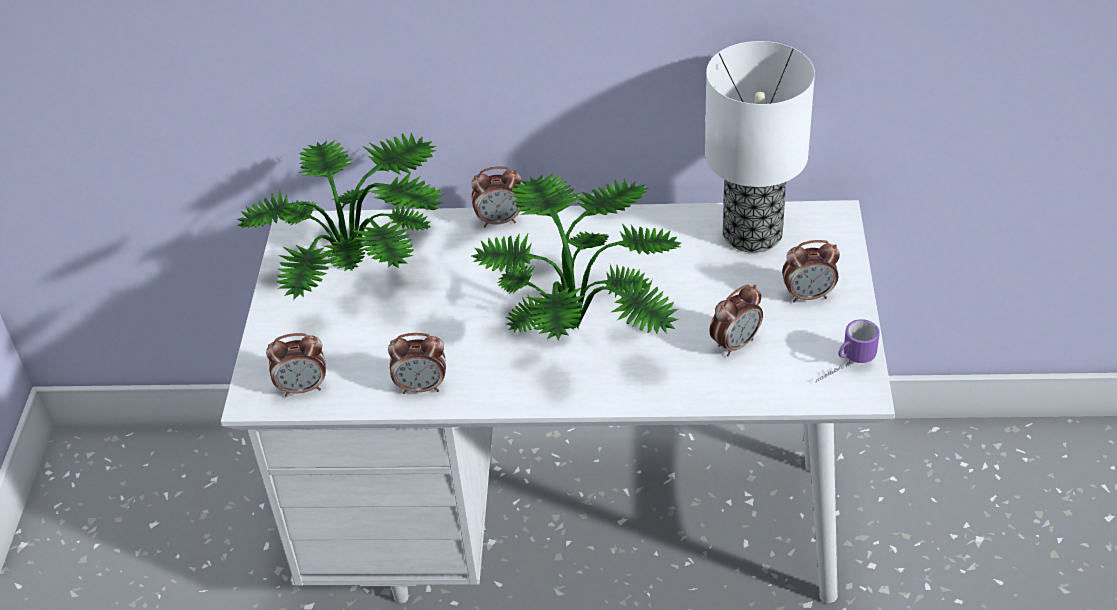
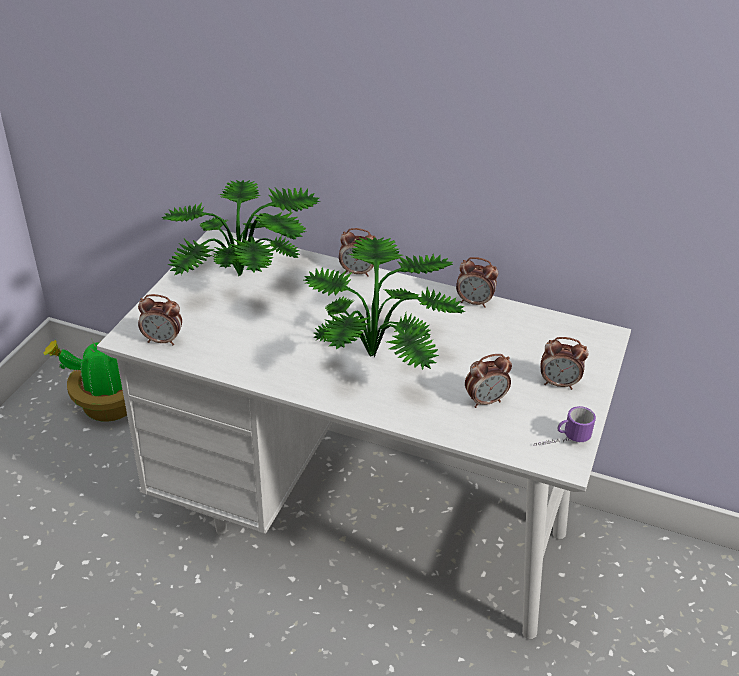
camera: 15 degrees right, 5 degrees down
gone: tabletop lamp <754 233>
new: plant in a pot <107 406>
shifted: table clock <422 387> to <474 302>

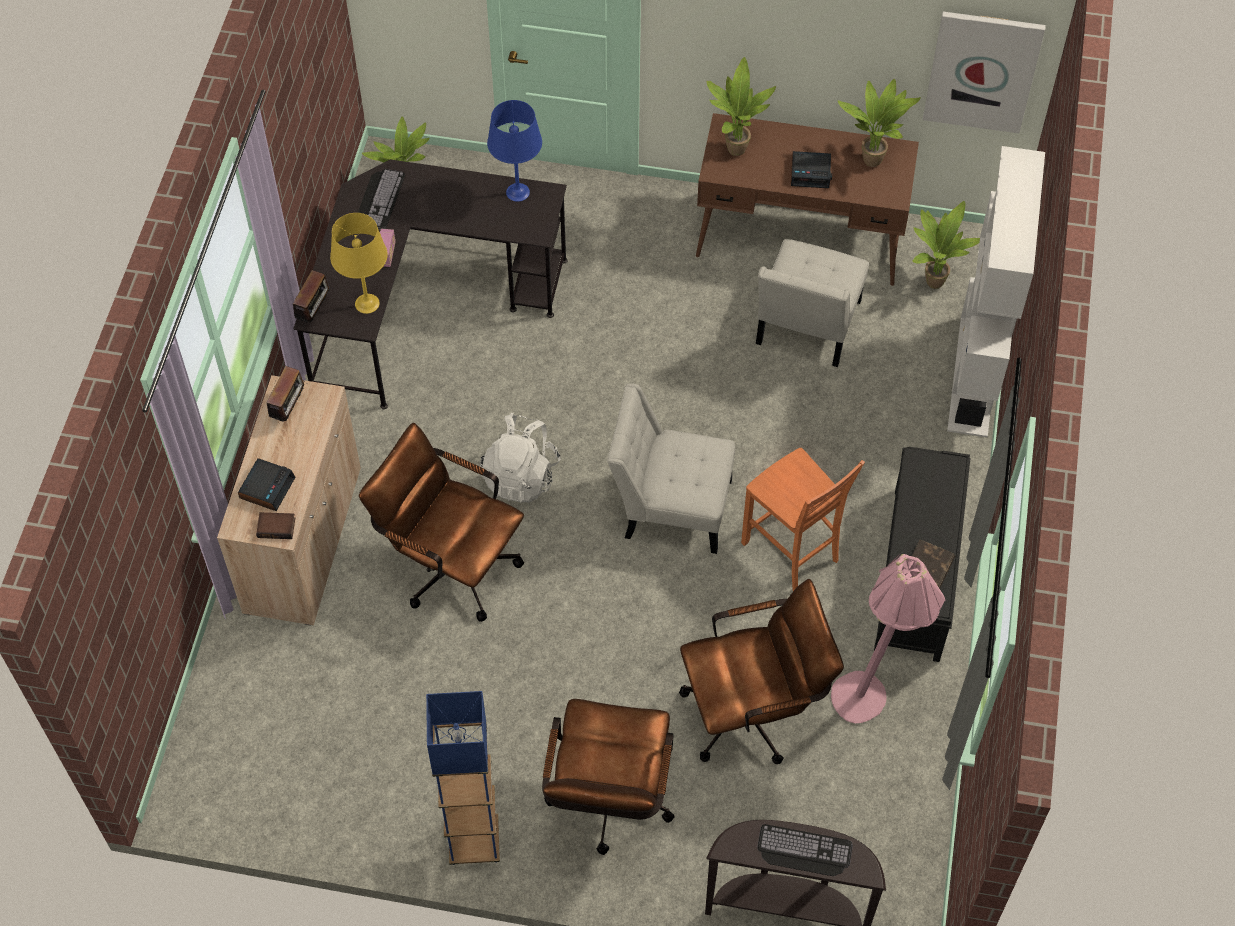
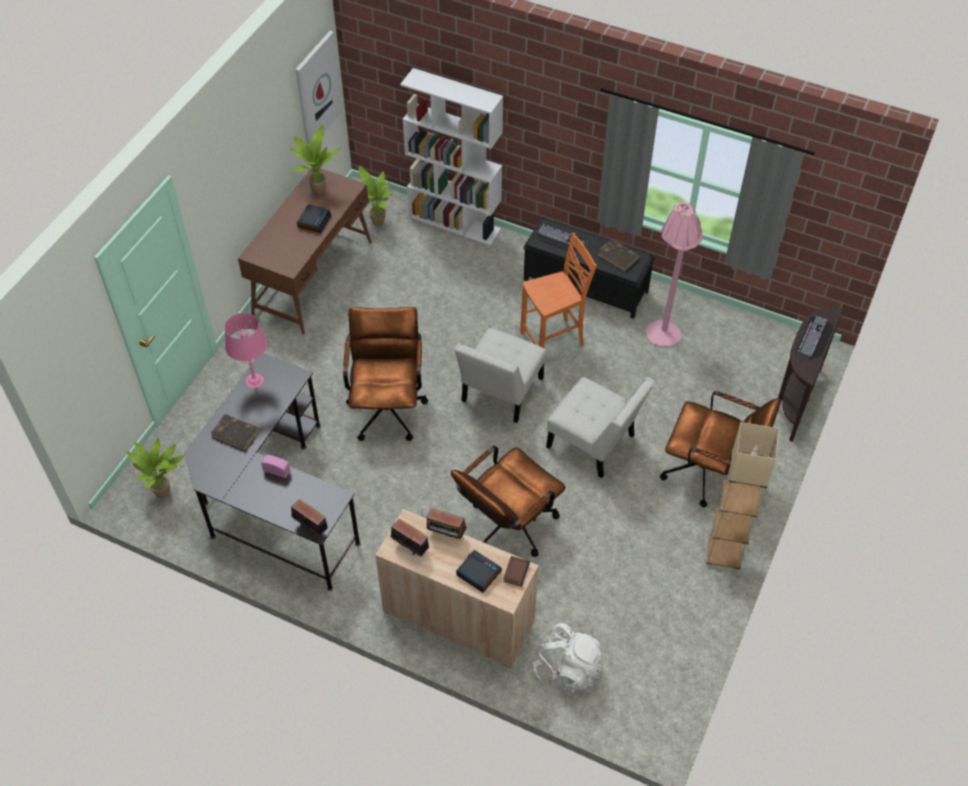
camera: 75 degrees left, 5 degrees down
gone: yellow-coloured tabletop lamp <367 303>; plant in a pot <733 149>
new: brown volume <236 433>; radio <446 534>
shifted: computer keyboard <379 198> to <559 240>; whitish knapsack <521 476> to <568 668>; brown desk chair <753 712> to <387 406>; whitish plain chair <806 328> to <594 444>
repainted: blue-coloured standard lamp <474 842> to beige standard lamp <723 554>; blue-coloured tabletop lamp <518 192> to pink-coloured tabletop lamp <255 381>

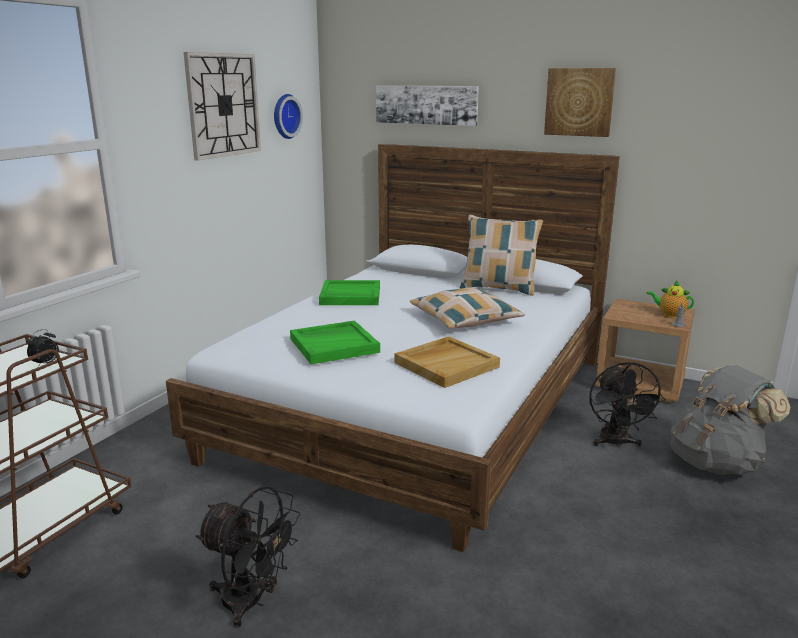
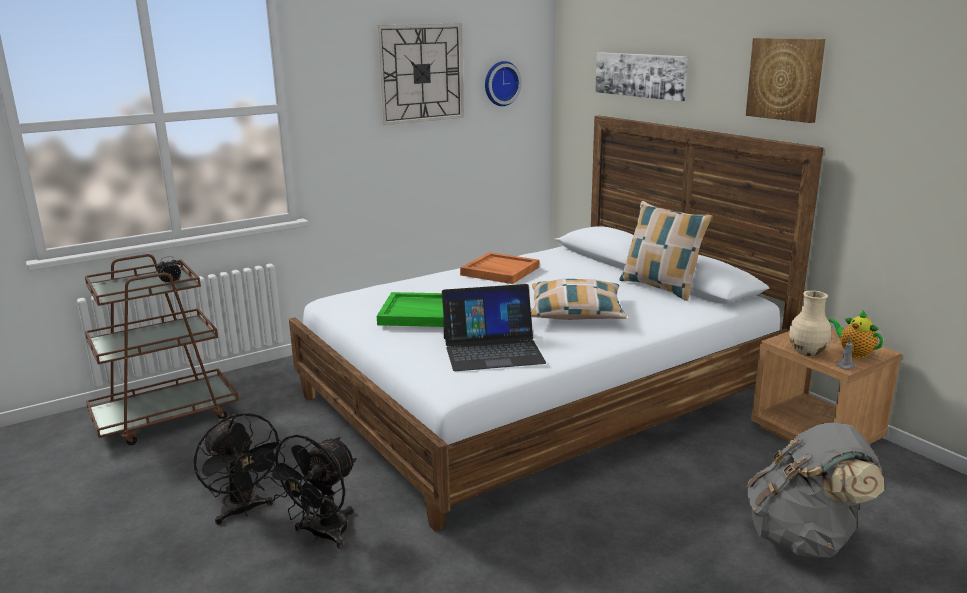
camera: 30 degrees right, 0 degrees up
new: beige decorative vase <807 352>
shifted: black-coloured electric fan <616 443> to <321 535>
swapped: beige carrying tray <446 364> to portable computer <492 350>
repainted: greenish carrying tray <350 296> to orange-coloured carrying tray <499 271>

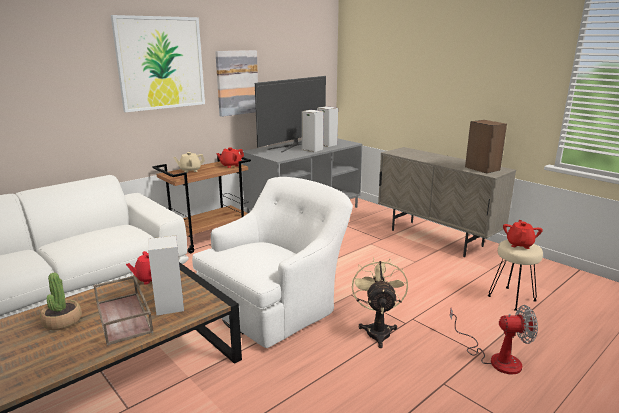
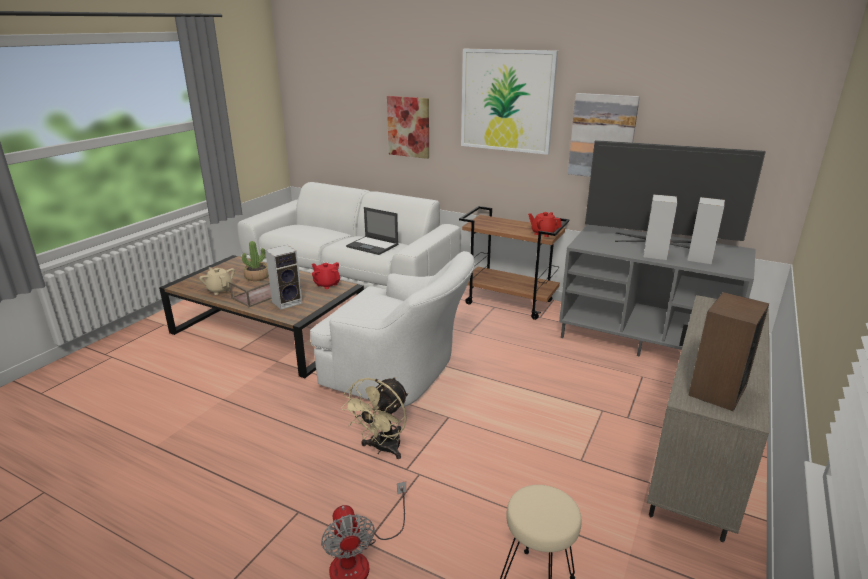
camera: 70 degrees right, 5 degrees up
gone: red pot for tea <519 244>
new: portable computer <373 246>; picture <408 127>
shifted: beige pot for tea <190 170> to <220 290>
rotated: beige electric fan <378 330> = <382 449> 135 degrees clockwise

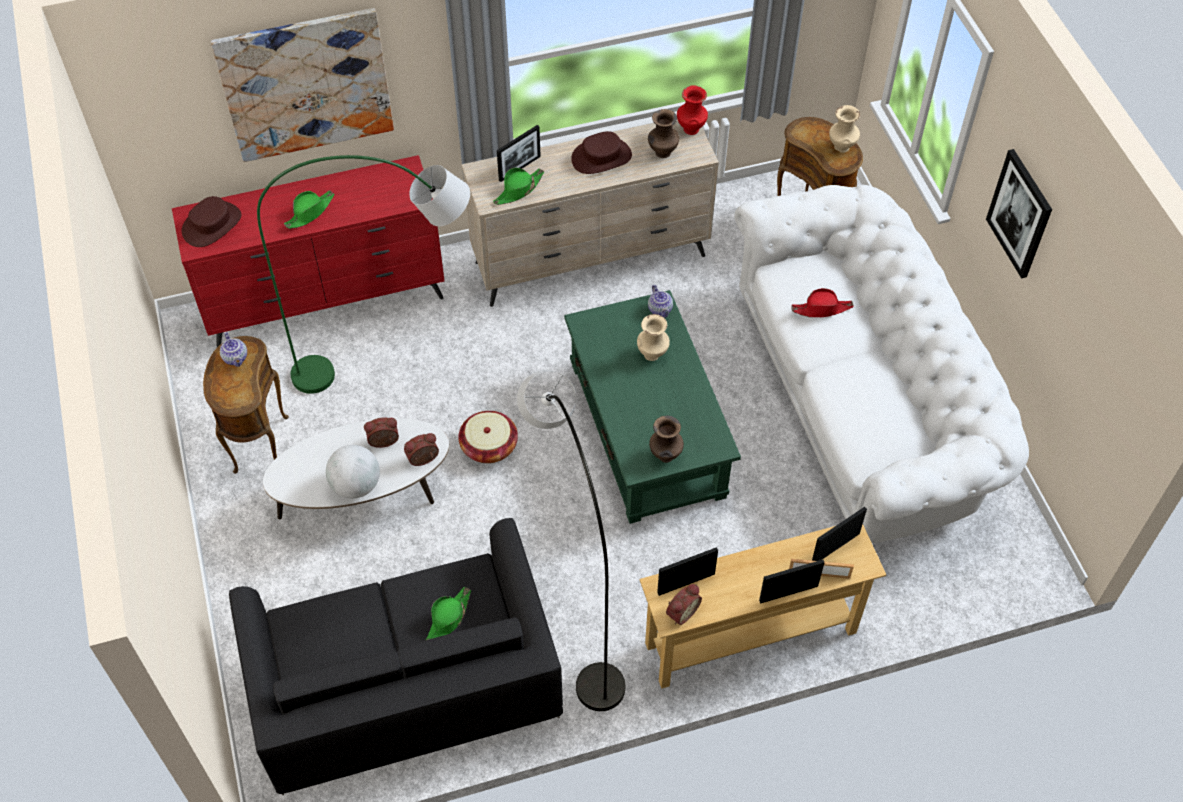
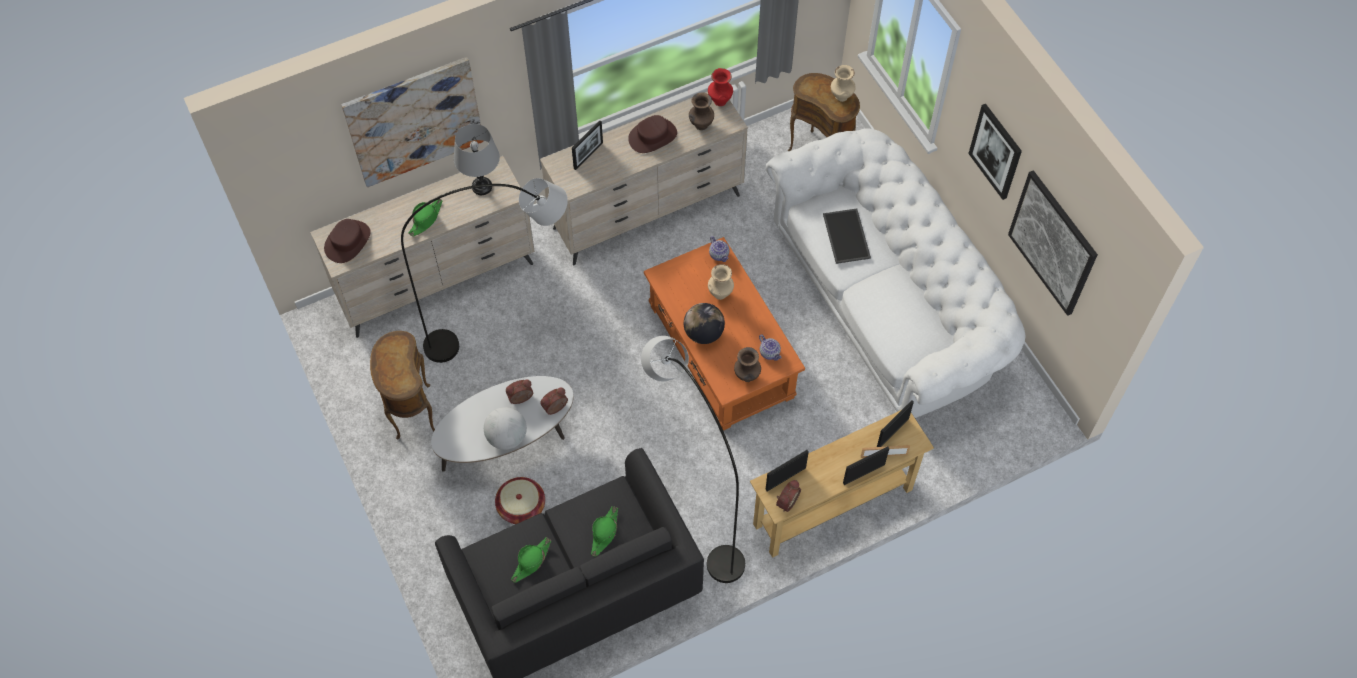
camera: 10 degrees left, 5 degrees up
new: grey tabletop lamp <482 187>; desk globe <703 333>; picture <1052 243>
shifted: pot for tea <236 358> to <770 353>; storage basket <489 446> to <521 506>; greenish wearable hat <518 190> to <531 561>
swapped: red wearable hat <822 309> to carrying tray <847 236>
repainted: red drawer chest <327 302> to beige drawer chest <437 281>; greenish standard lamp <394 365> to grey standard lamp <506 328>; greenish lounge table <646 430> to orange-coloured lounge table <721 352>

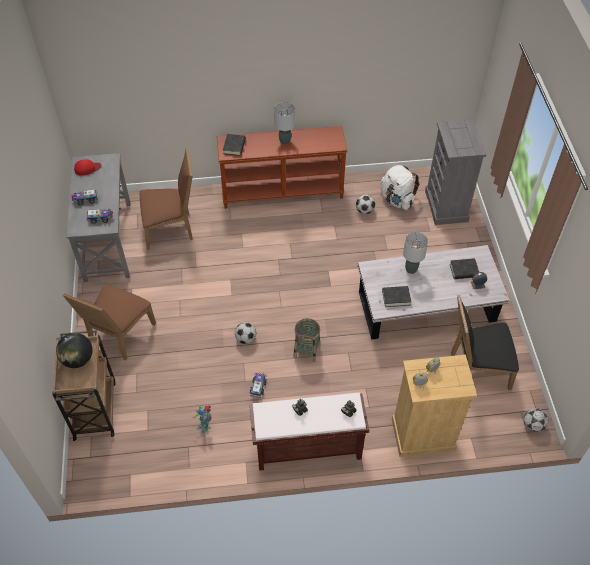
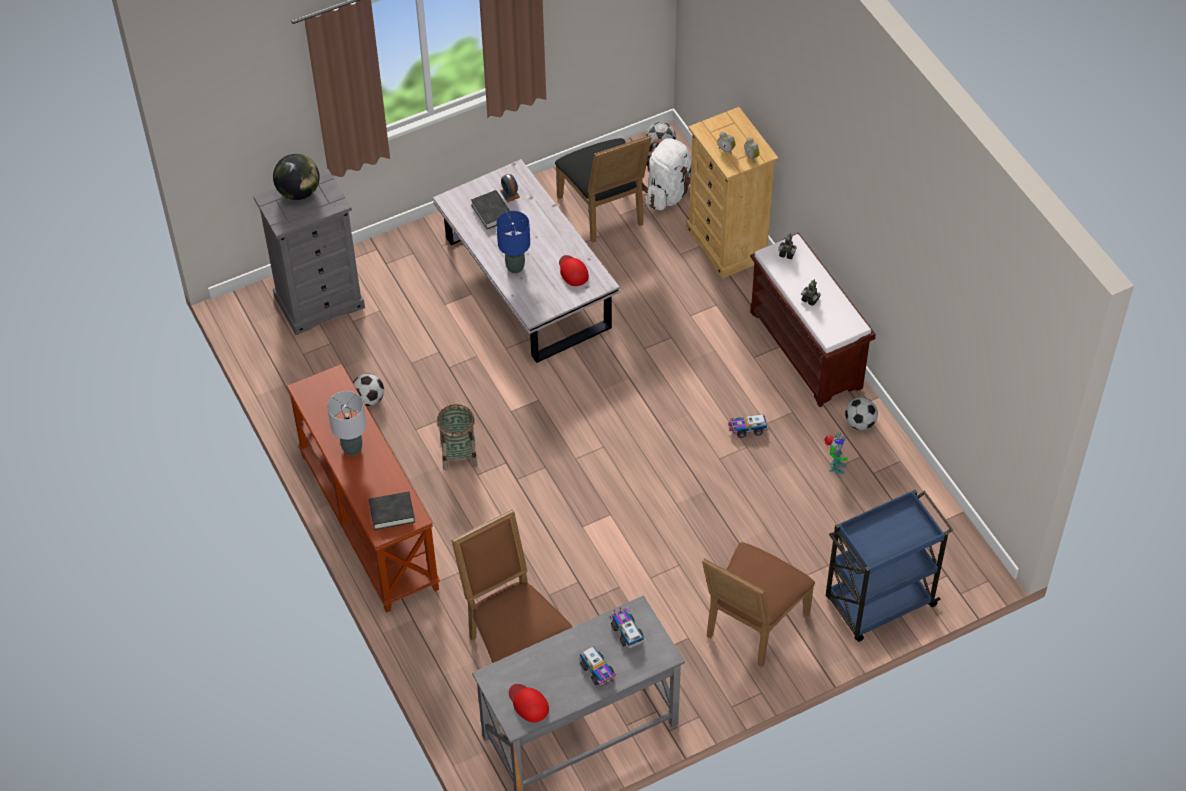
camera: 110 degrees left, 0 degrees up
shifted: desk globe <78 359> to <298 192>; football <245 339> to <860 423>; storage basket <306 350> to <459 454>; whitish knapsack <397 200> to <667 192>
swapped: black-coloured volume <396 298> to red peaked cap <572 271>
repainted: brown cart <95 408> to blue-coloured cart <878 603>; grey tabletop lamp <411 269> to blue-coloured tabletop lamp <515 267>
rotated: brown plain chair <120 336> = <751 626> 120 degrees clockwise

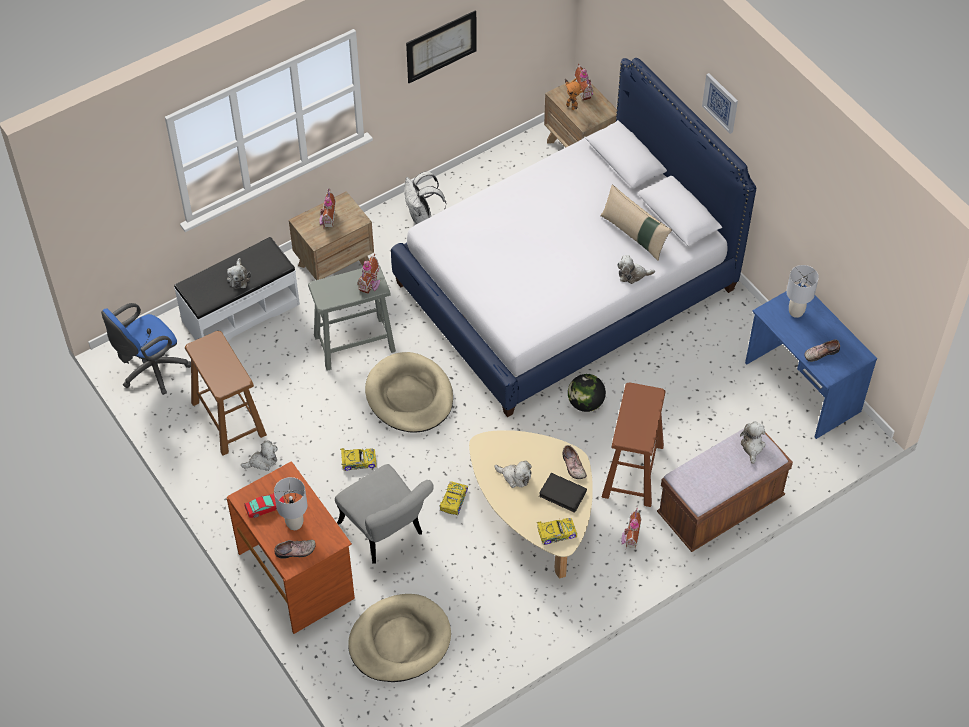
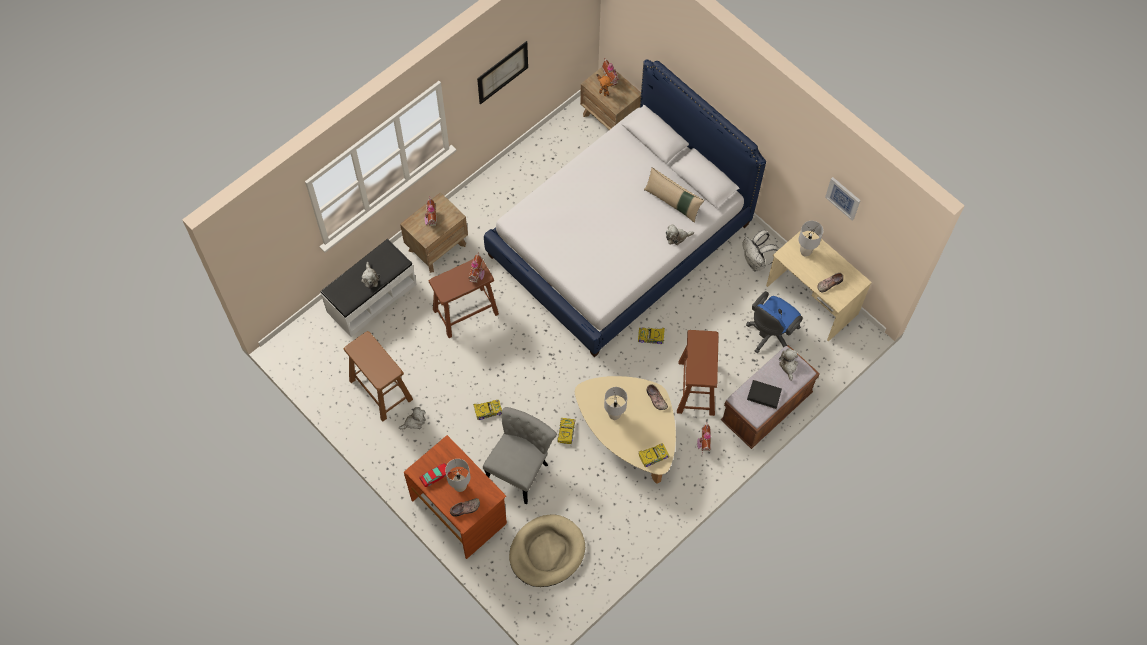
camera: 10 degrees left, 10 degrees up
gone: beige dog cushion <409 396>
shifted: blue-coloured desk chair <151 370> to <770 335>; whitish knapsack <422 217> to <756 262>; black-coloured volume <563 494> to <764 395>; picture <721 102> to <843 198>
swapped: plush toy <515 477> to grey tabletop lamp <614 415>; desk globe <585 403> to model car <651 337>
repainted: grey sitting stool <355 343> to brown sitting stool <466 311>; blue-coloured desk <801 388> to beige desk <811 300>
rotated: grey plain chair <386 534> = <520 467> 105 degrees counterclockwise

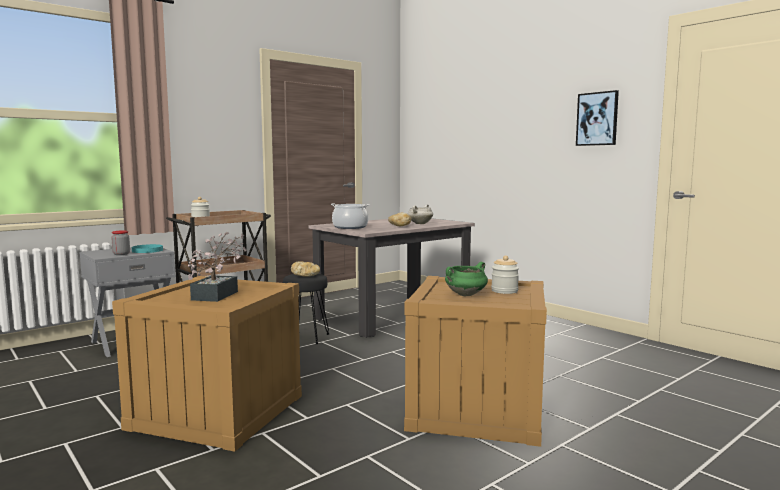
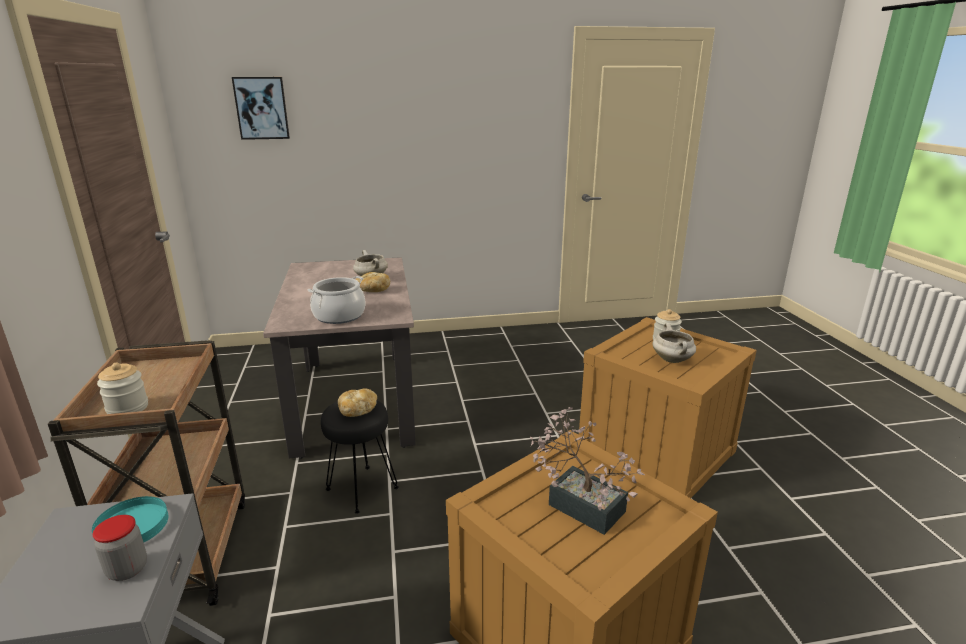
camera: 60 degrees left, 15 degrees up
shifted: picture <597 119> to <261 108>
repainted: greenish stockpot <465 295> to whitish stockpot <673 360>

